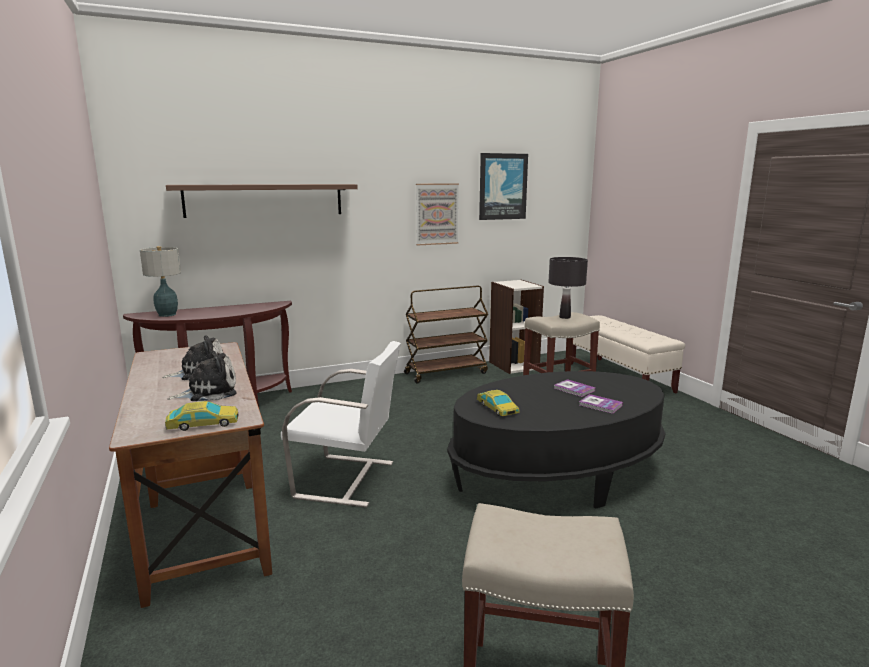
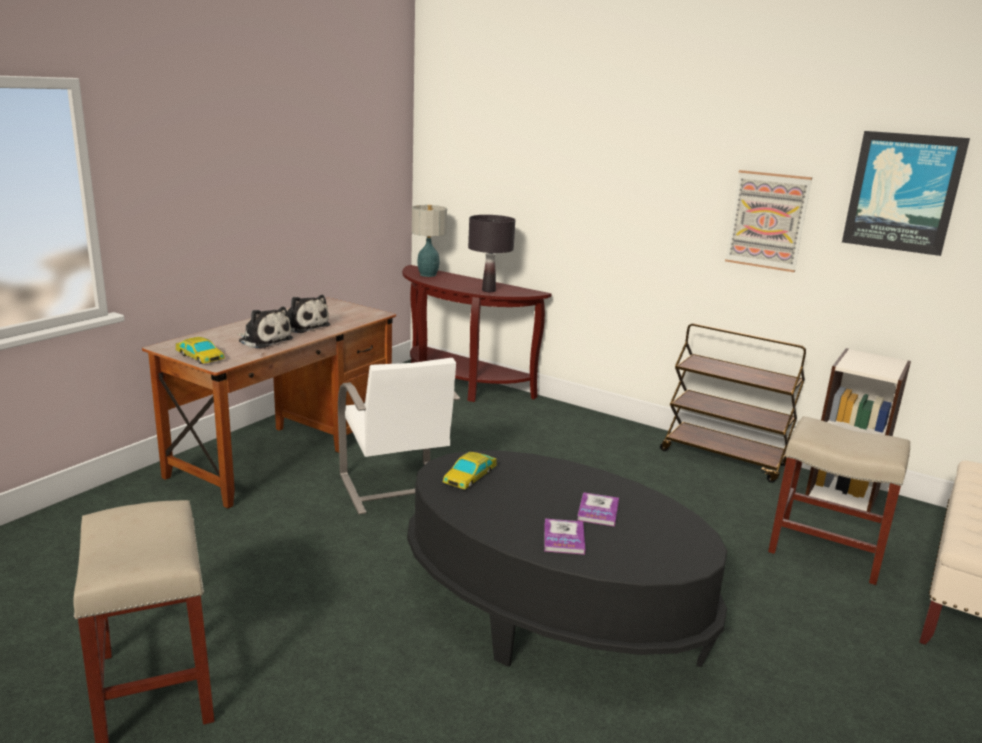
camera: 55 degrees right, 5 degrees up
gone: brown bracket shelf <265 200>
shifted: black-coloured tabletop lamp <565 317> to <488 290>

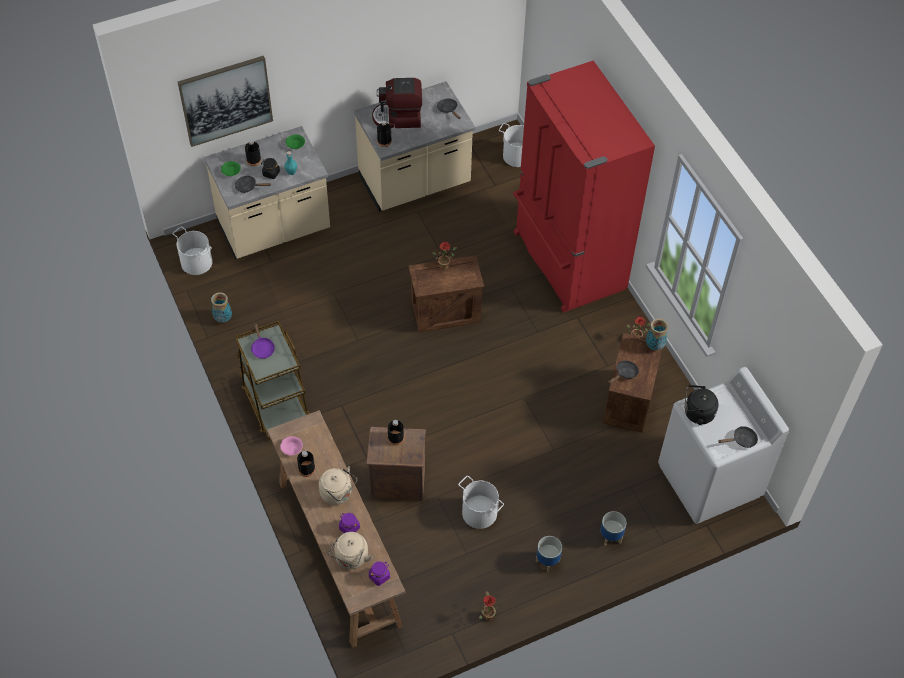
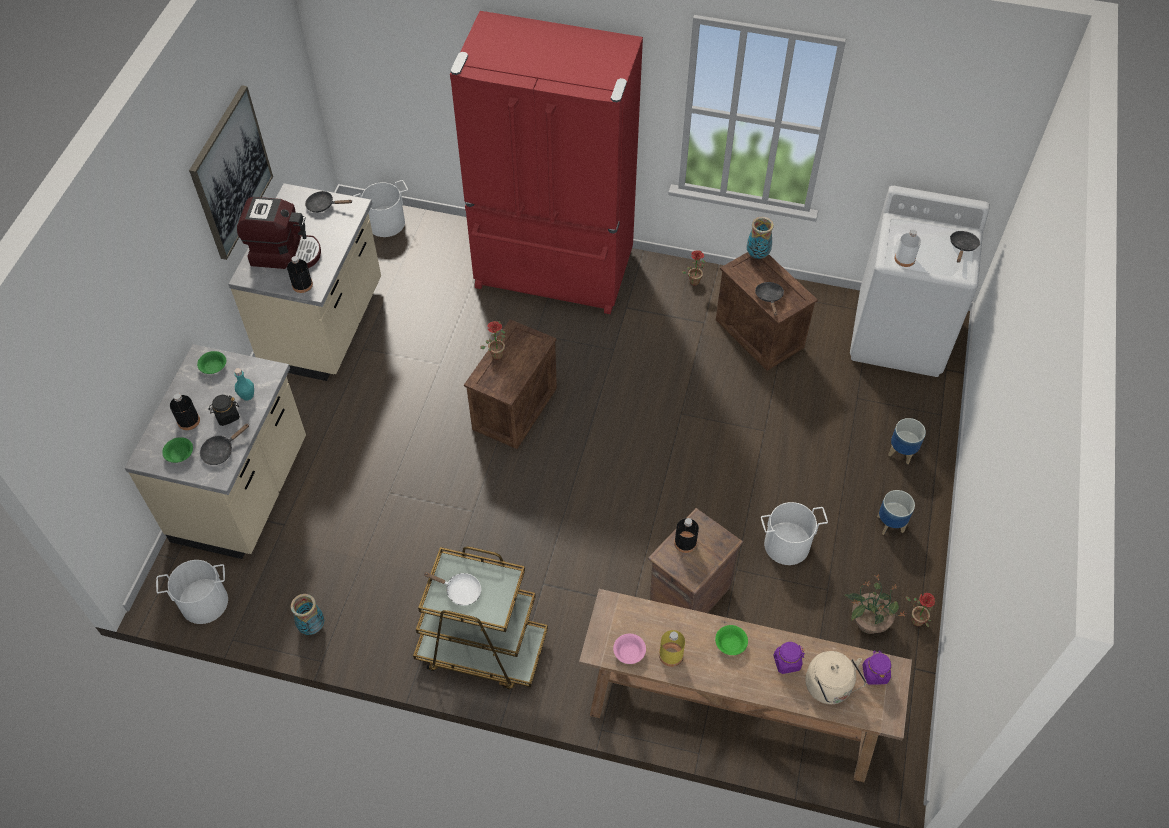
camera: 50 degrees left, 0 degrees up
new: plant in a pot <868 622>
shifted: picture <226 100> to <231 173>
swapped: beige tea kettle <338 494> to greenish serving bowl <731 644>; black-coloured tea kettle <697 413> to whitish bottle <904 259>
repainted: purple pan <262 348> to whitish pan <460 591>; black-coloured bottle <306 469> to yellow-coloured bottle <671 655>
rotated: coffee maker <398 118> = <285 253> 120 degrees counterclockwise

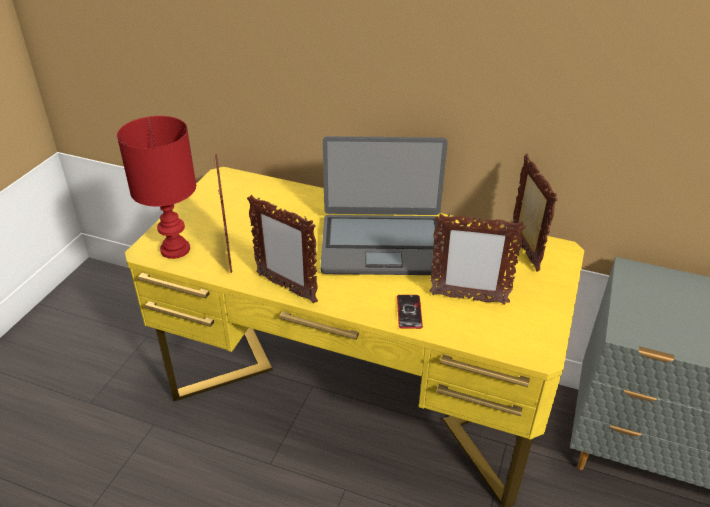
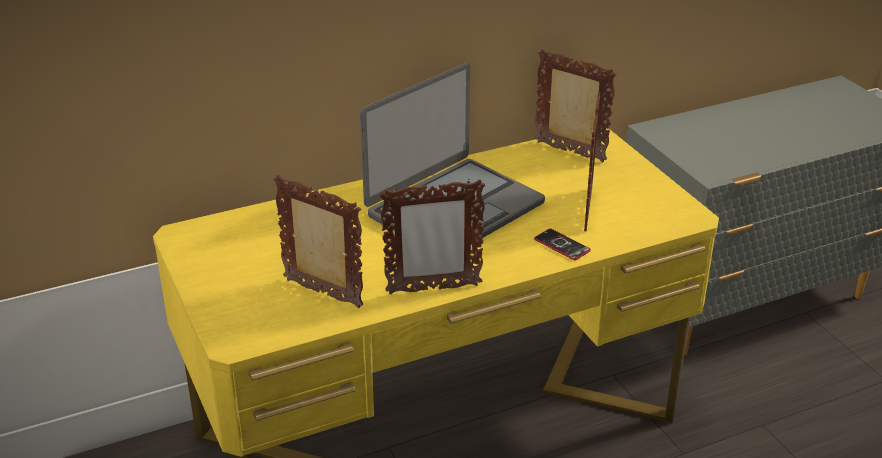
camera: 45 degrees left, 5 degrees down
gone: red tabletop lamp <175 250>
rotated: photo frame <468 299> = <587 210> 45 degrees counterclockwise

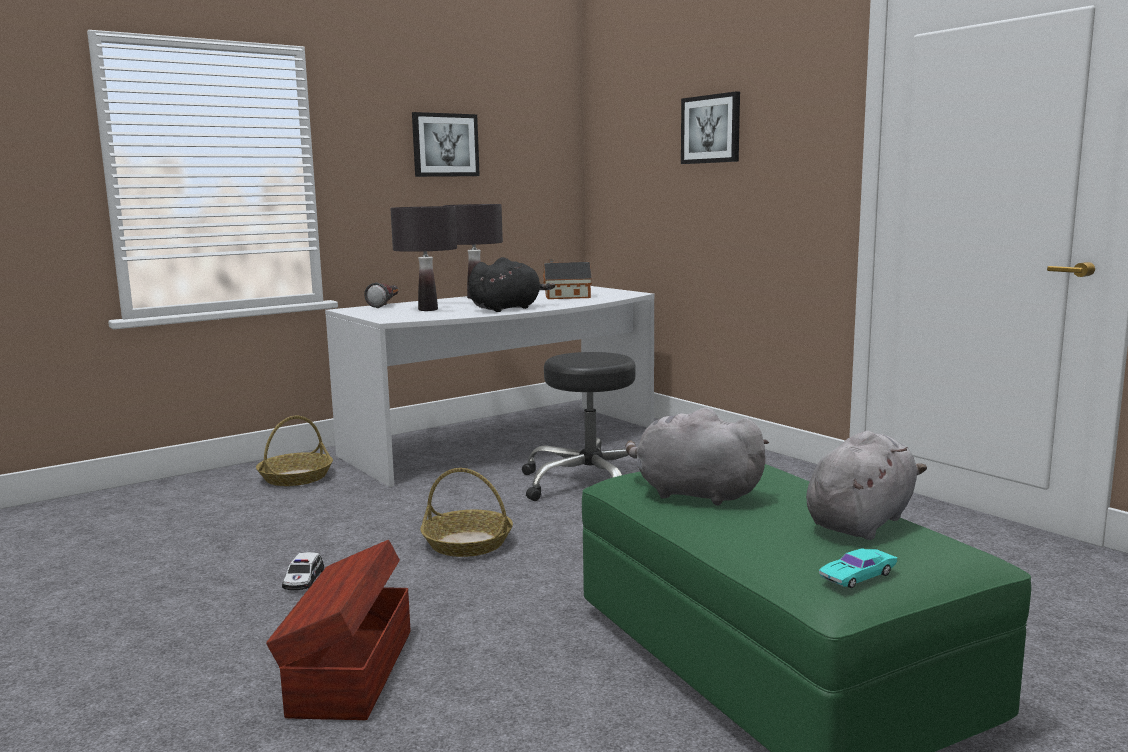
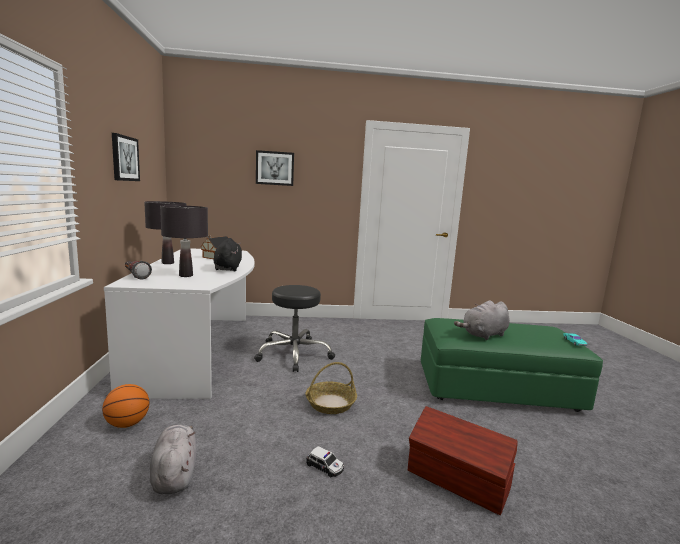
camera: 60 degrees left, 0 degrees up
shifted: grey plush toy <861 521> to <174 474>
swapped: storage basket <296 477> to basketball ball <127 424>

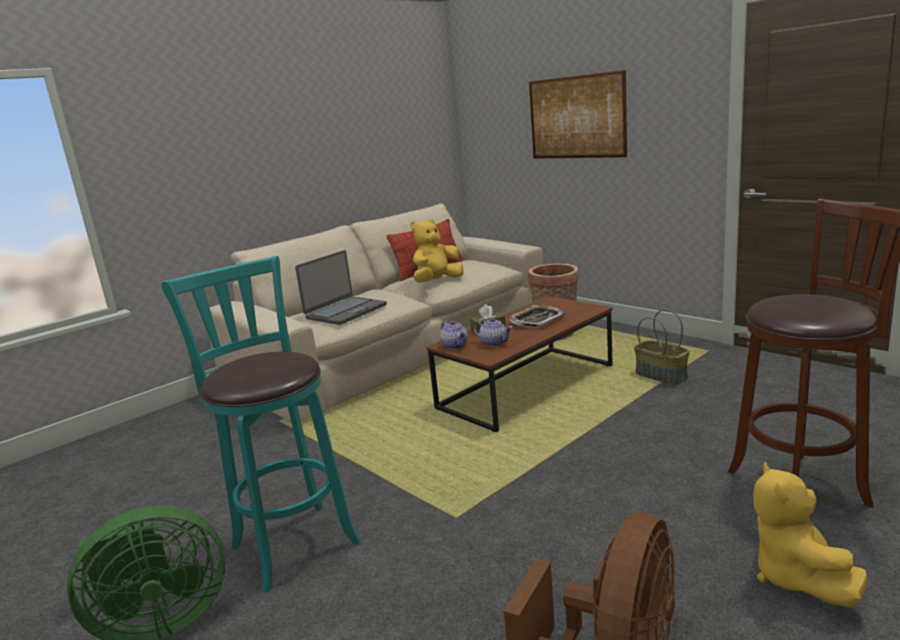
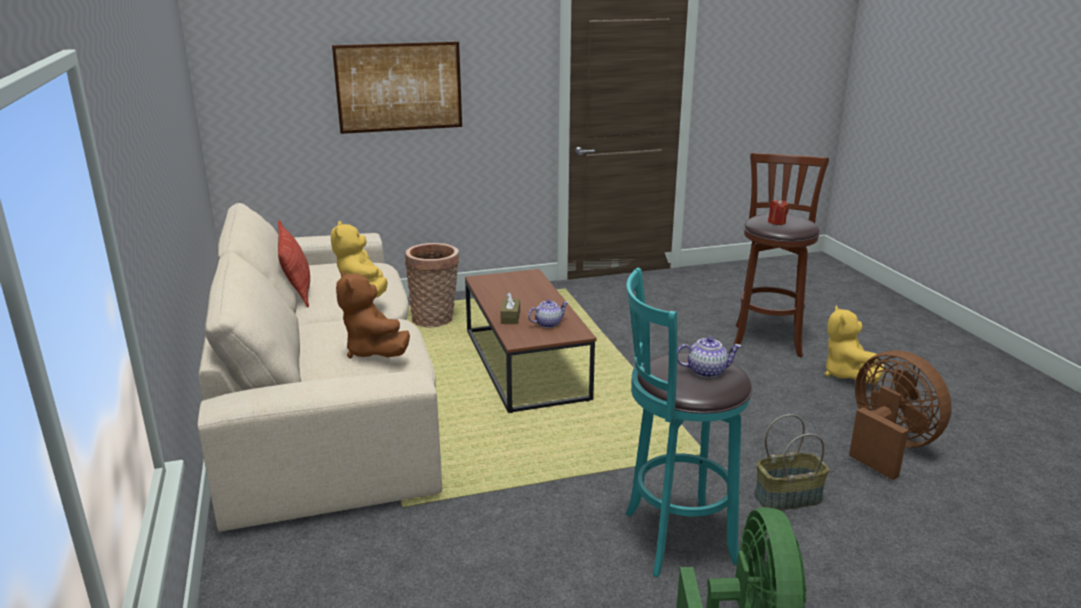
camera: 65 degrees left, 5 degrees up
gone: carrying tray <537 320>
new: red candle <777 222>
shifted: pot for tea <455 346> to <706 371>; storage basket <662 376> to <788 497>
swapped: portable computer <345 312> to brown plush toy <374 352>
rotated: yellow-coloured plush toy <796 577> = <846 375> 60 degrees clockwise

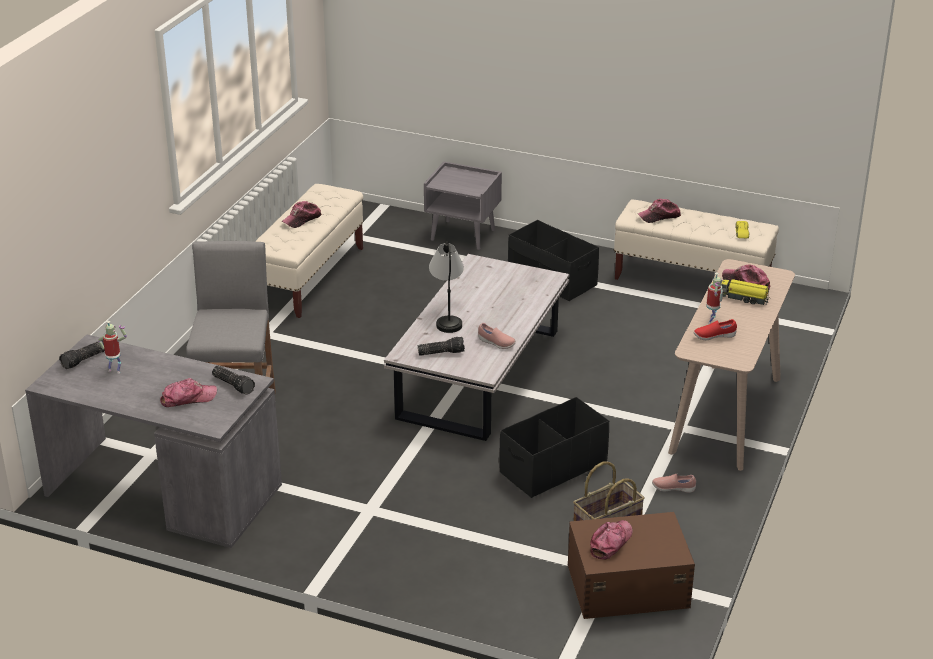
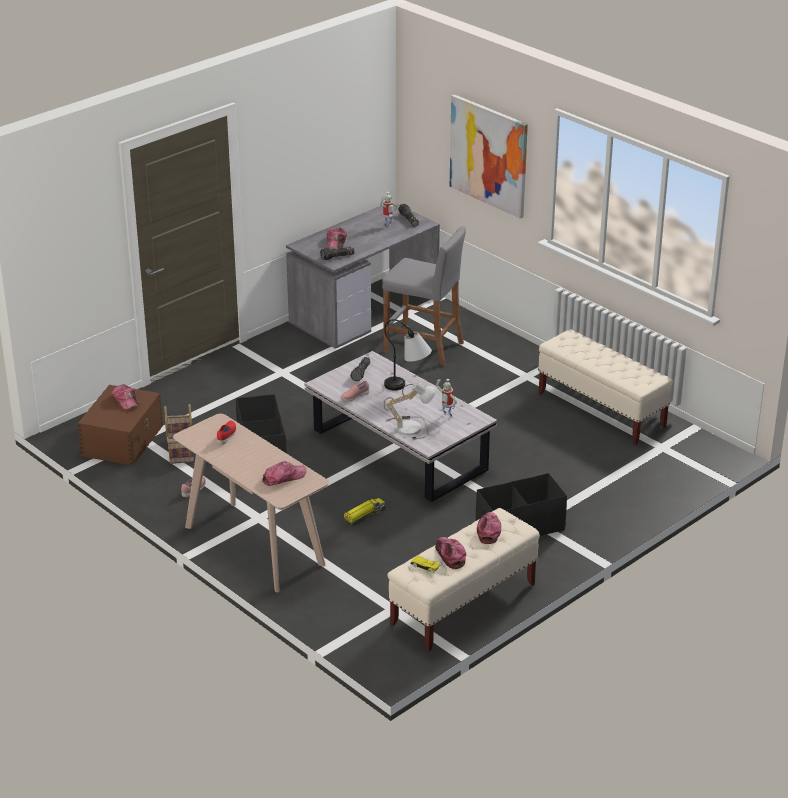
camera: 115 degrees right, 0 degrees up
gone: grey nightstand <463 235>
new: tabletop lamp <409 426>; picture <488 155>
shifted: peaked cap <302 219> to <450 555>; toy robot <712 321> to <446 416>; toy lorry <739 297> to <364 516>

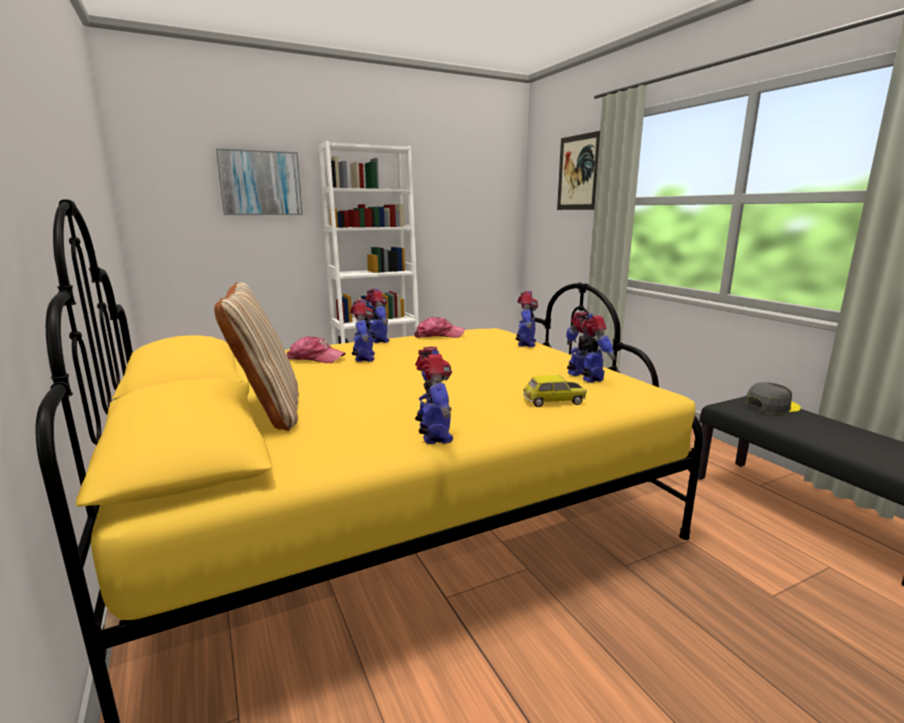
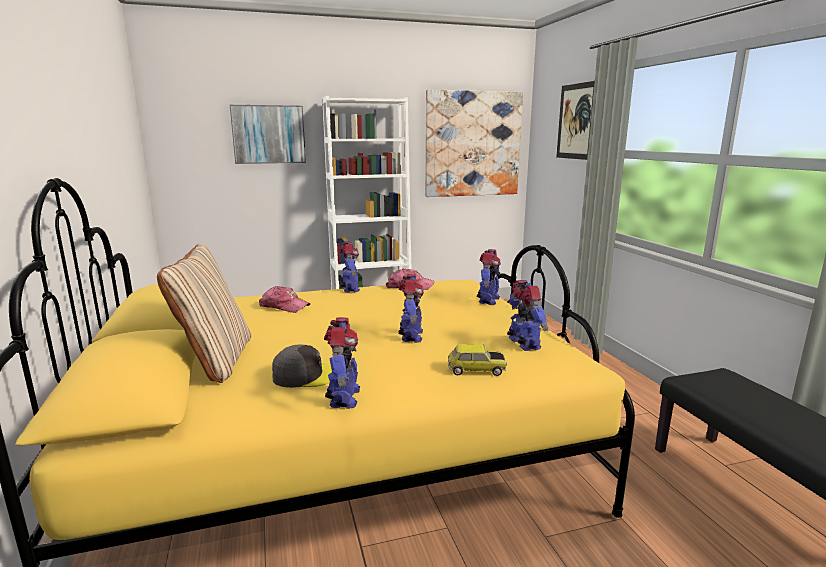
camera: 10 degrees right, 0 degrees up
new: picture <473 144>
shifted: toy robot <363 358> to <411 336>; grey peaked cap <771 405> to <305 375>

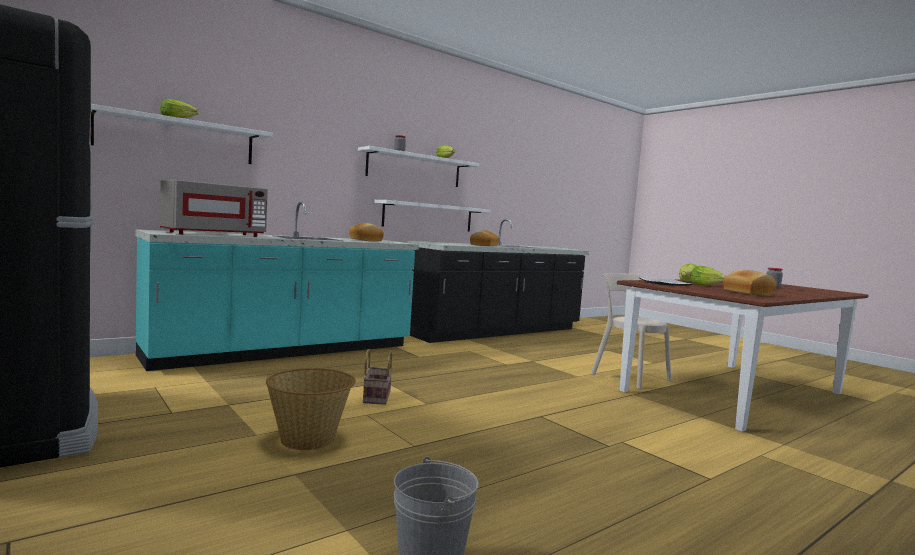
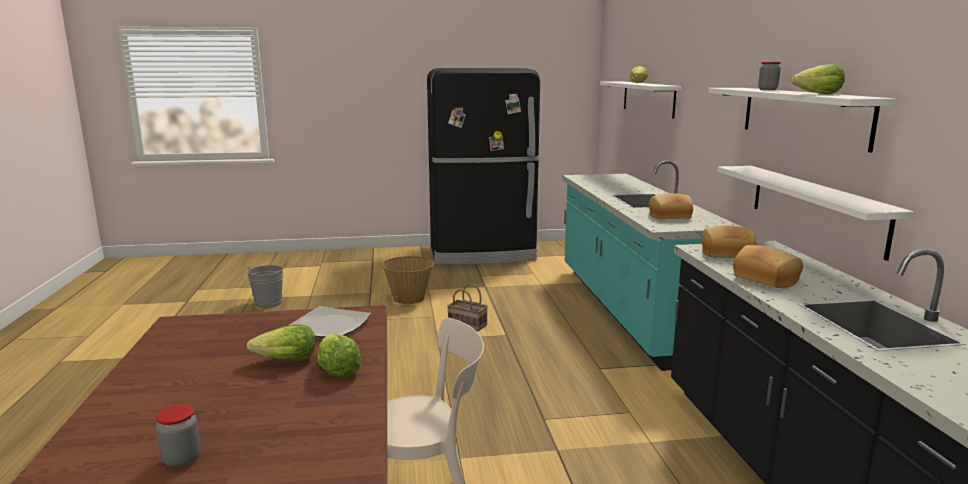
camera: 120 degrees right, 10 degrees up
gone: grey microwave oven <214 234>
shifted: bread <747 293> to <726 253>

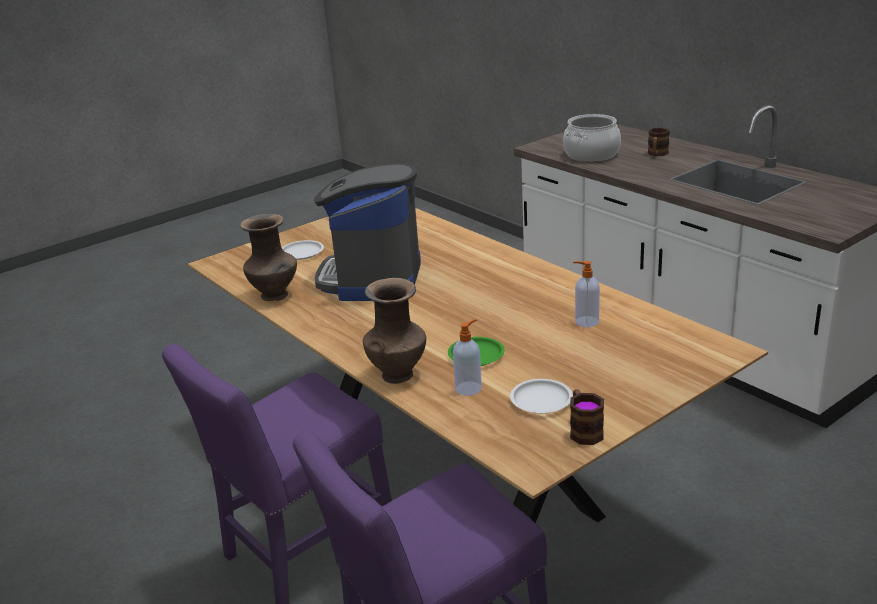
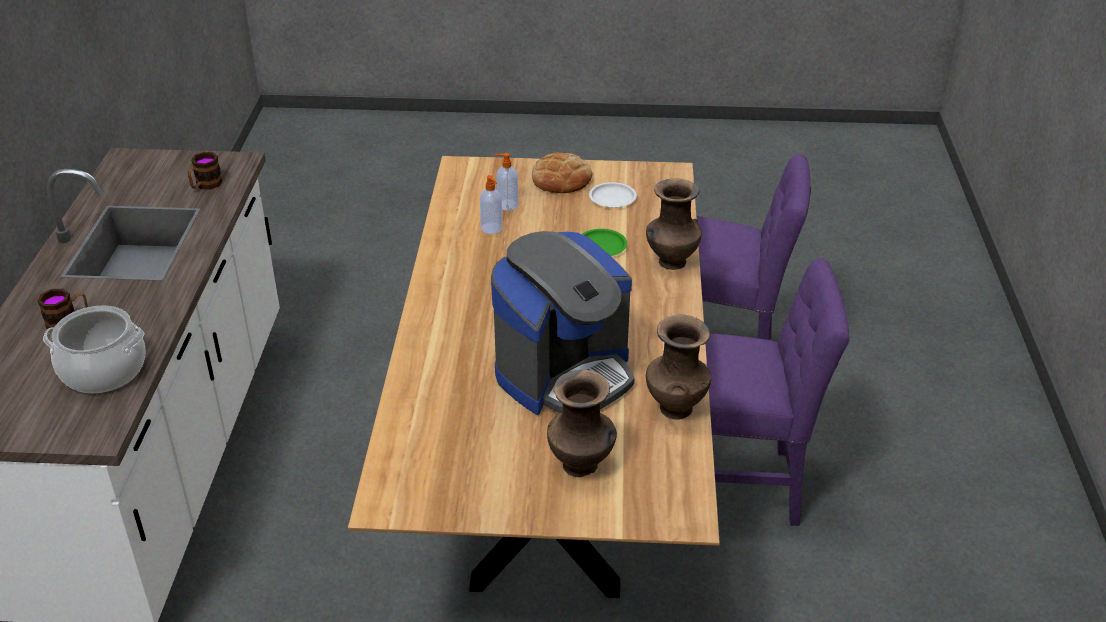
camera: 140 degrees left, 10 degrees up
new: bread <561 179>
shifted: soap bottle <469 388> to <506 205>; tea mug <584 430> to <205 185>
swapped: whitish plate <301 253> to brown decorative vase <581 466>

